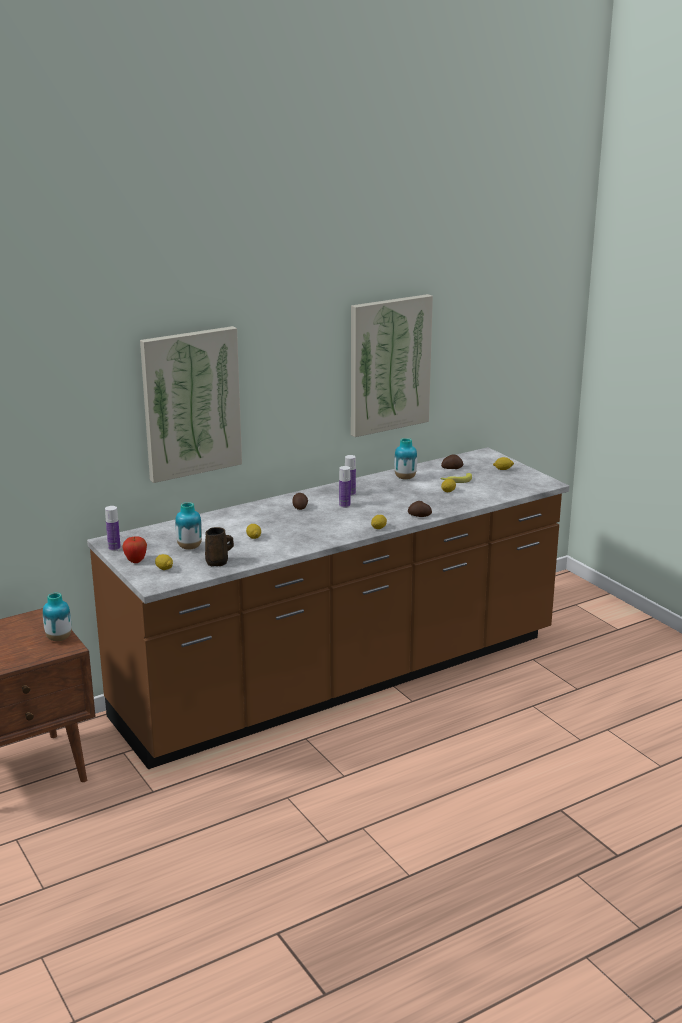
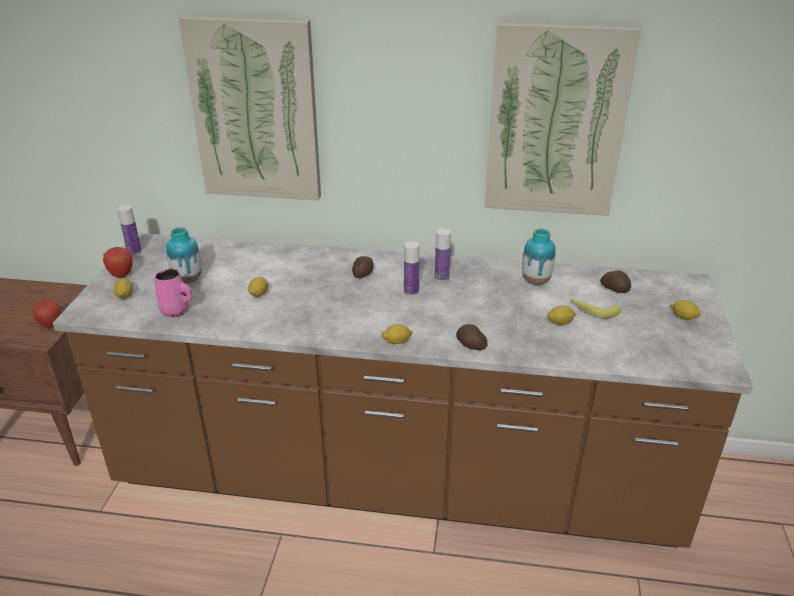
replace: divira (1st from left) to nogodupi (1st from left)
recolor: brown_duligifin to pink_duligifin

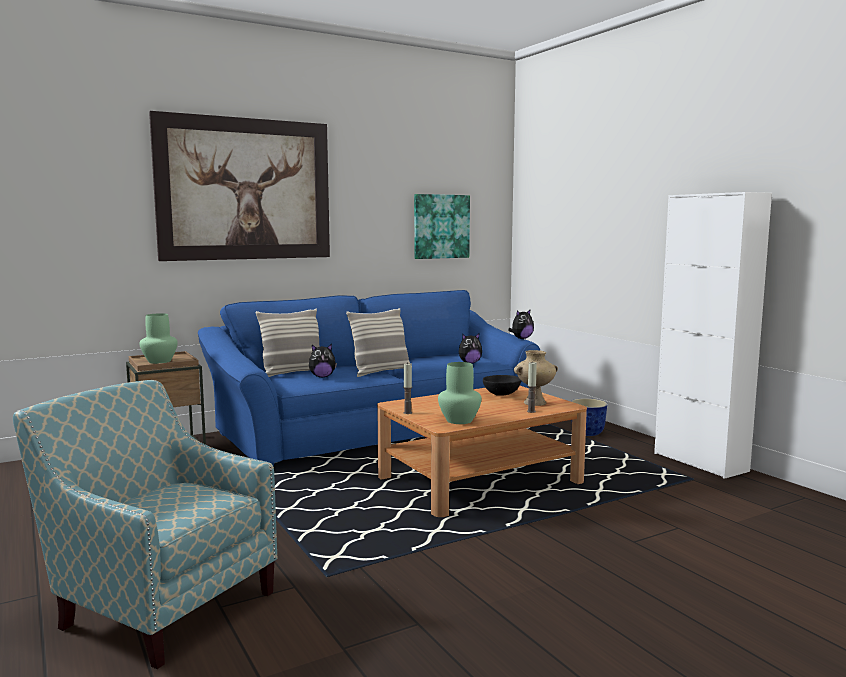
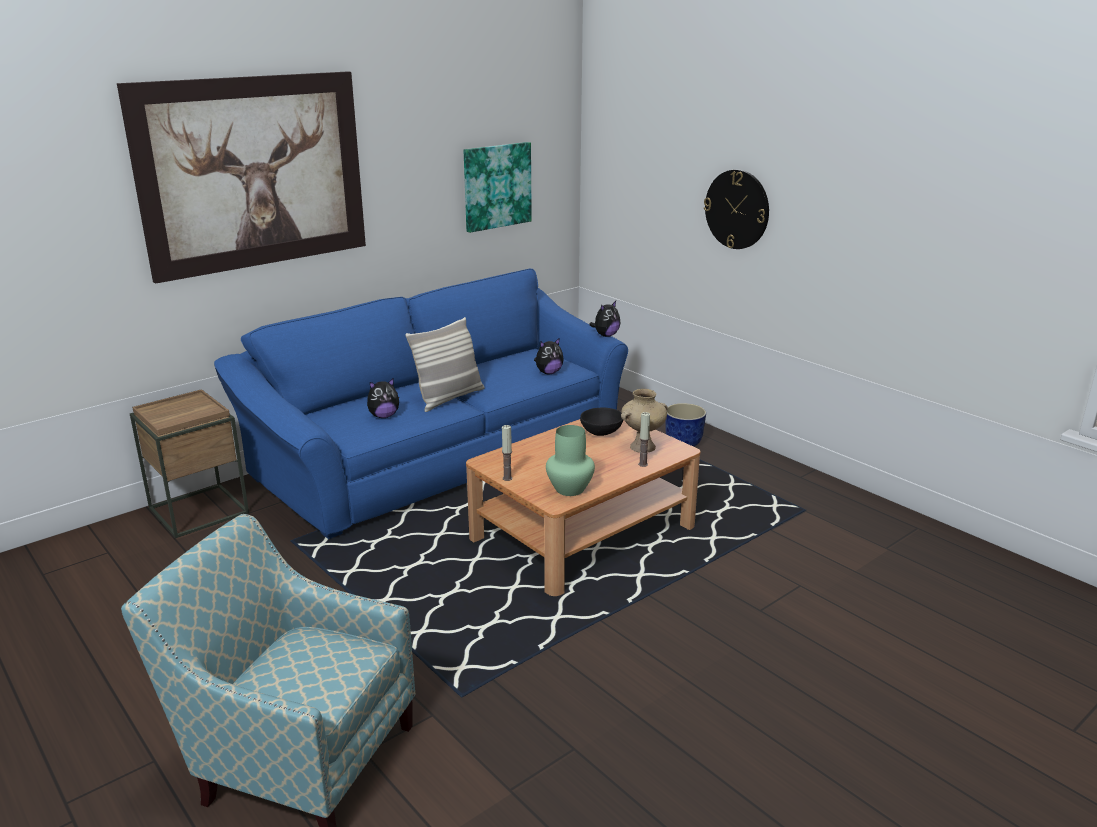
delete: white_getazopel; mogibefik (1st from left); green_divira (1st from left)
insert: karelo

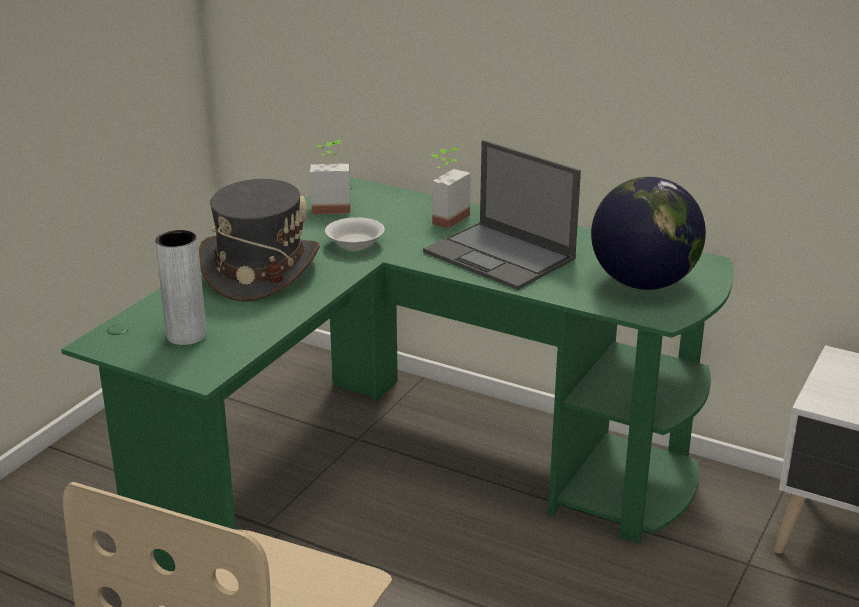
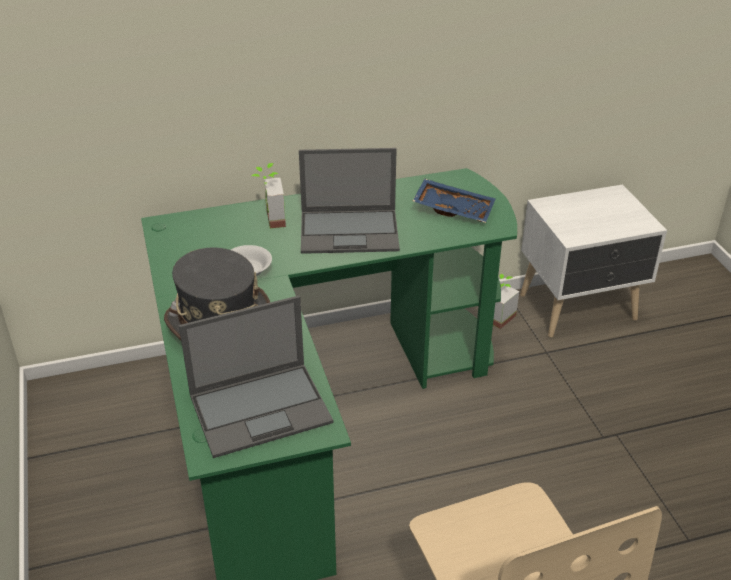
move: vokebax (1st from left in the first image) to vokebax (2nd from left)
replace: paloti to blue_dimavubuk; grey_divira to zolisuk (1st from left)

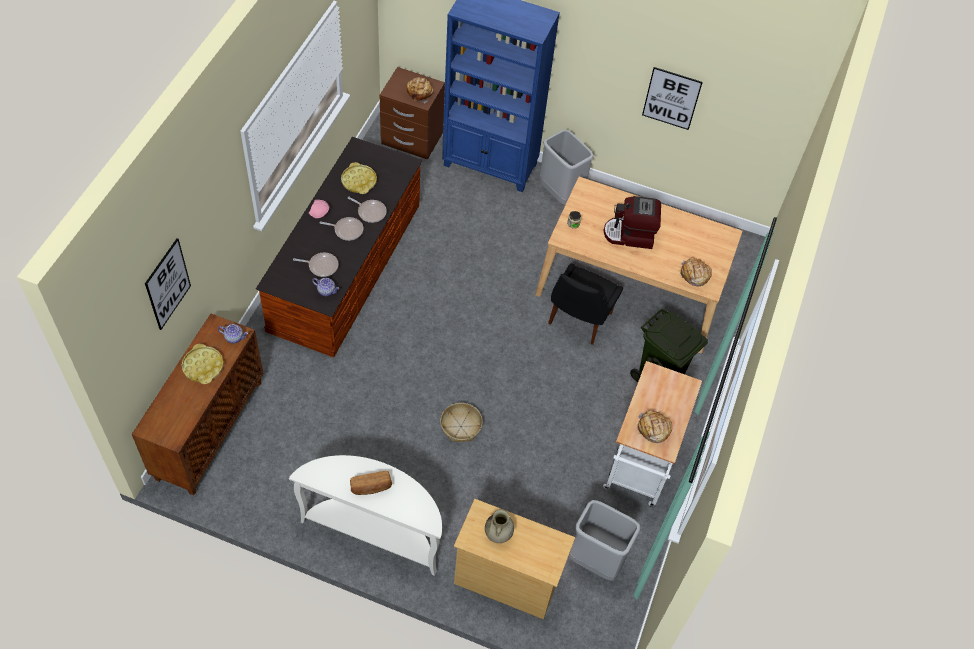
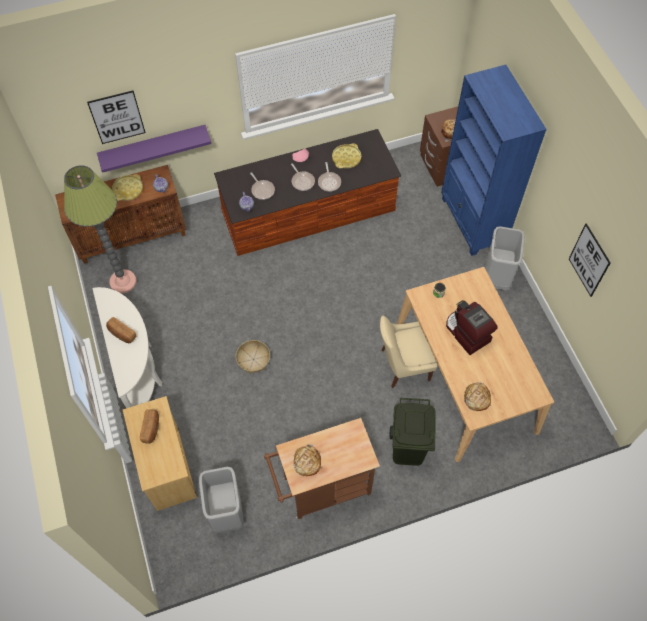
insert: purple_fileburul; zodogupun
replace: beige_divira to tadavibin (2nd from left)
recolor: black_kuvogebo to beige_kuvogebo; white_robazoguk to brown_robazoguk

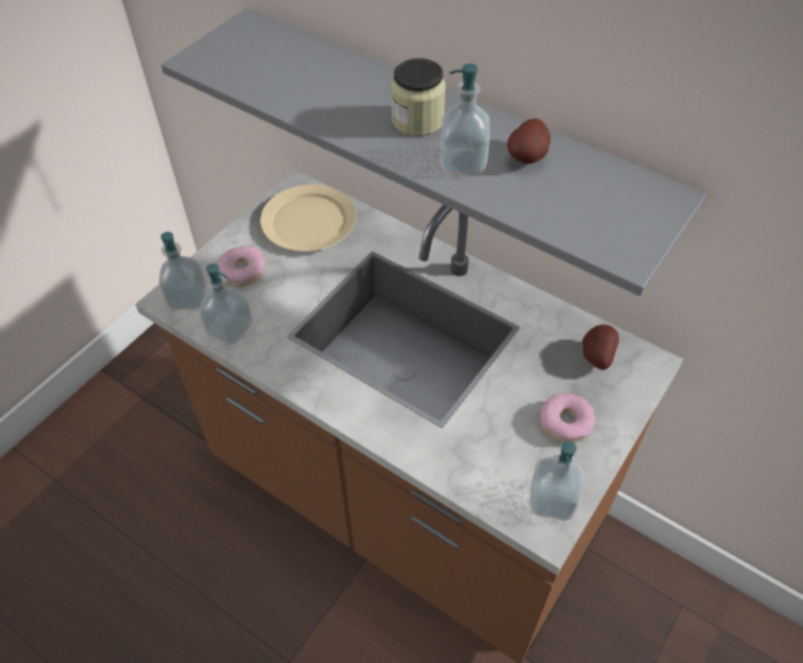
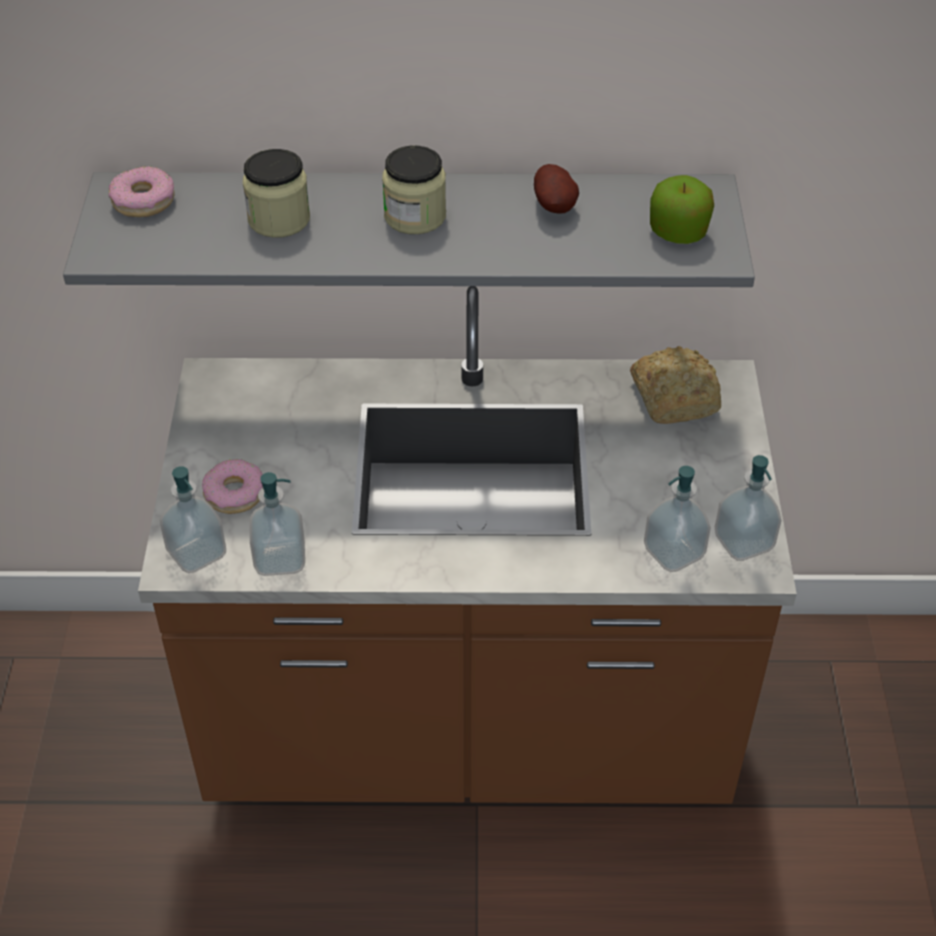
delete: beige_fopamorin
insert: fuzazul (1st from left); nogodupi
move: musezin (3rd from left); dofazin (2nd from left in the first image) to dofazin (1st from left)
replace: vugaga (2nd from left) to tadavibin

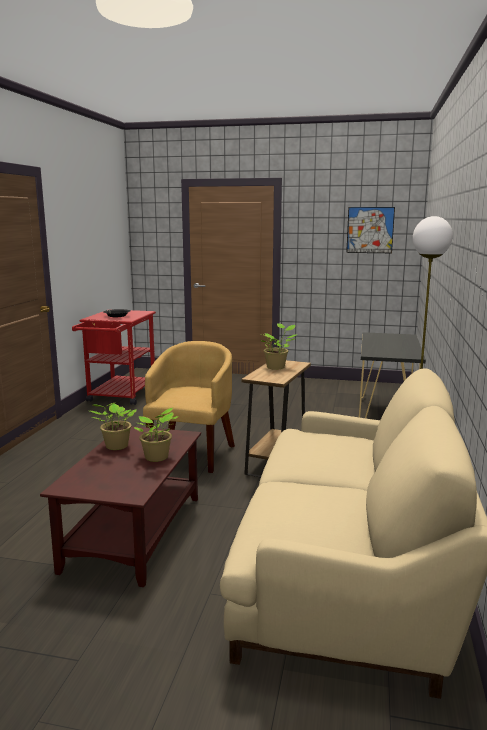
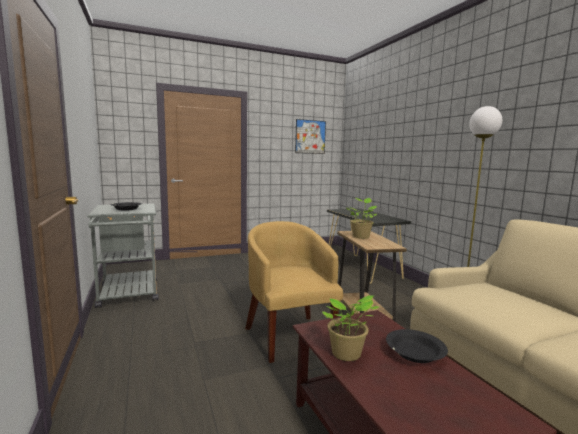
replace: vokebax (2nd from left) to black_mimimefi (2nd from left)
recolor: red_robazoguk to grey_robazoguk

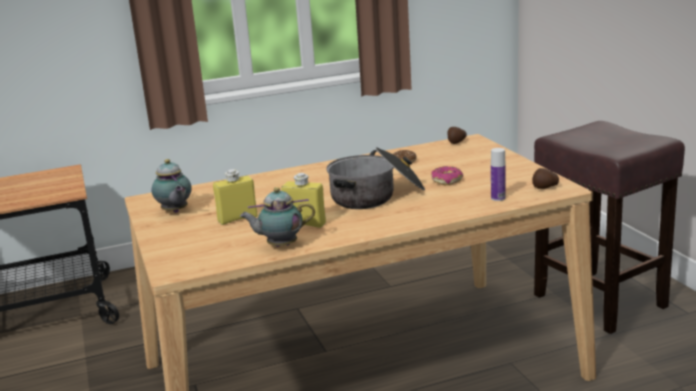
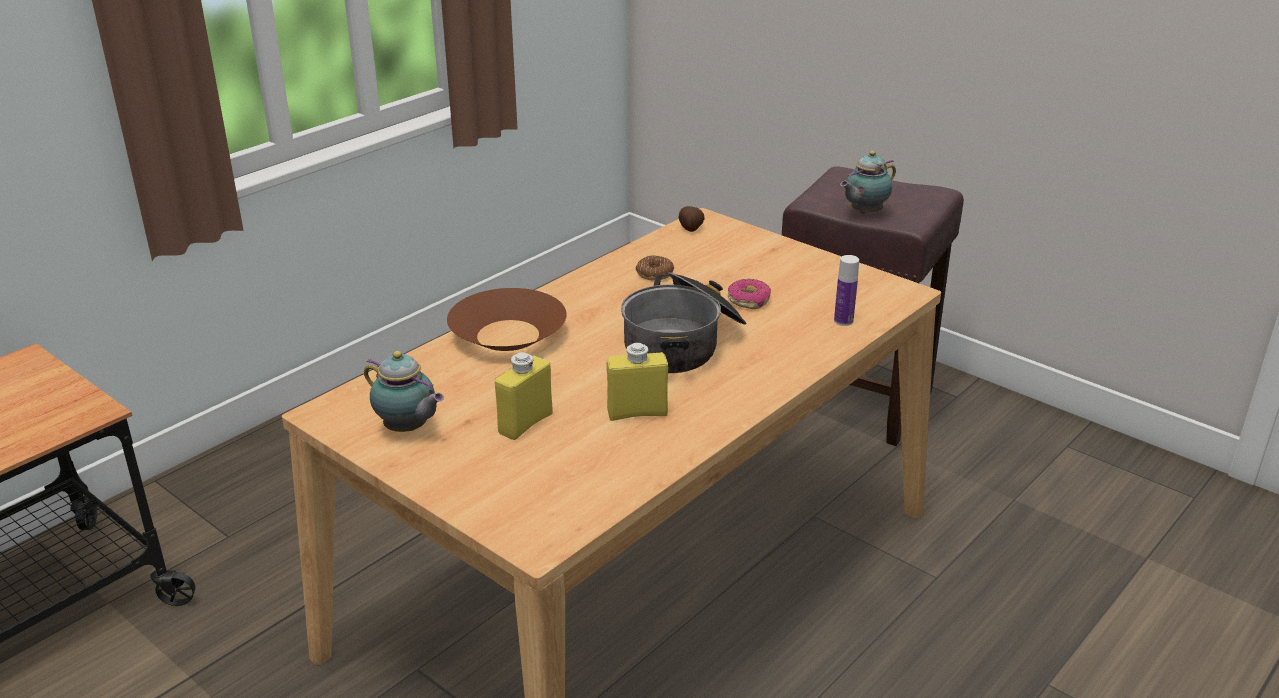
delete: vugaga (2nd from left)
insert: brown_mimimefi
move: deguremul (2nd from left)

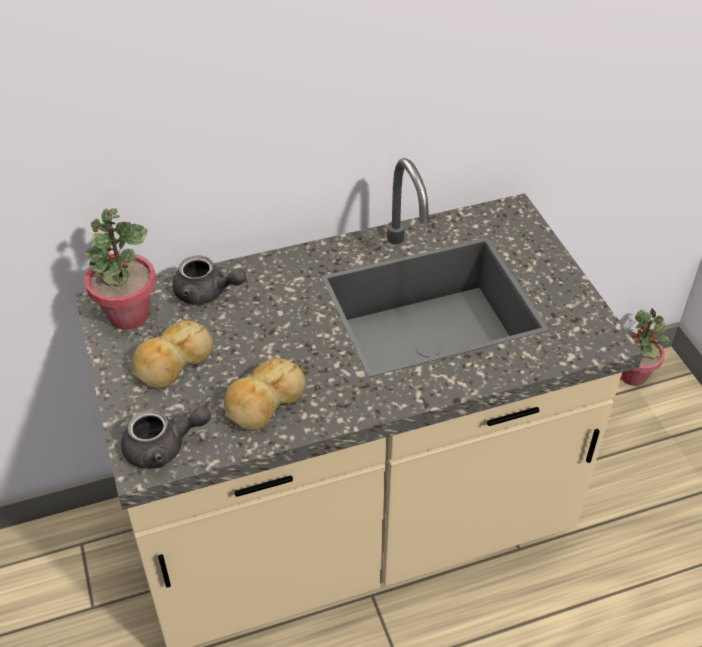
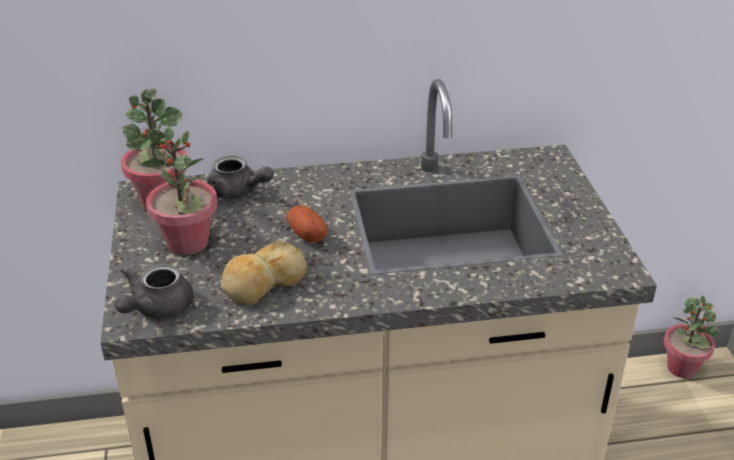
insert: vugaga
replace: tadavibin (1st from left) to vokebax (2nd from left)
rotate: grey_deguremul (1st from left) 120 degrees clockwise

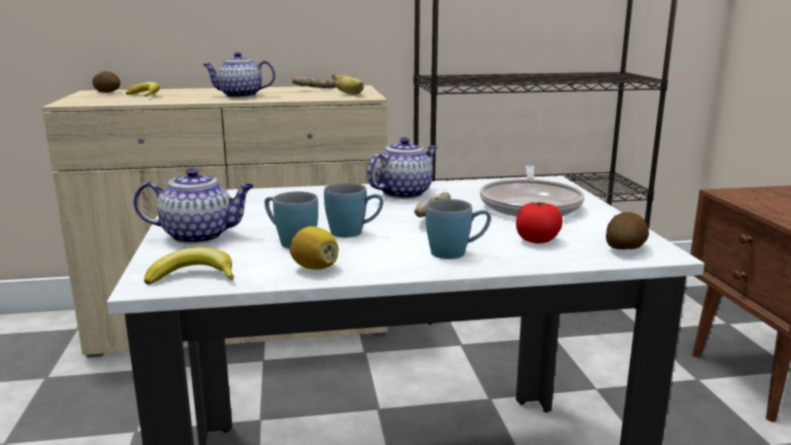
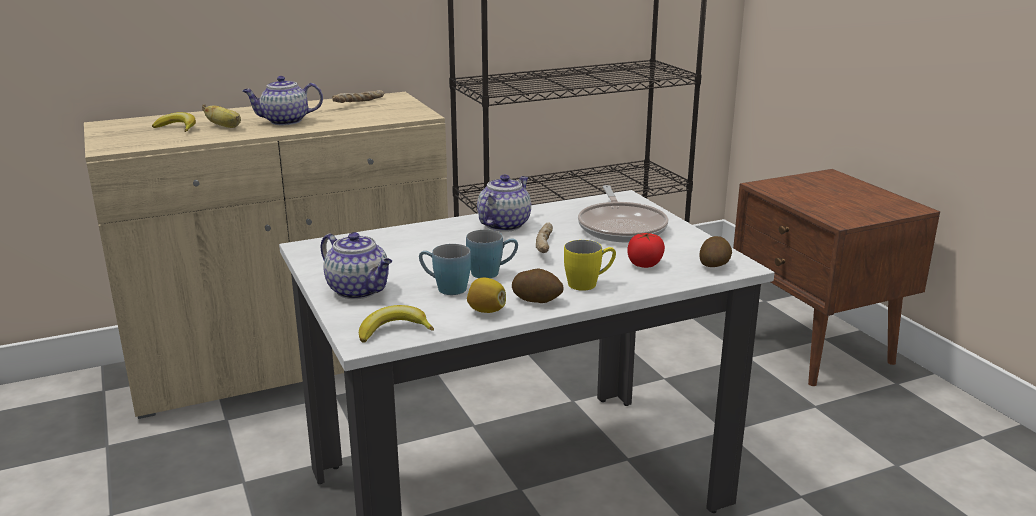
move: vugaga (1st from left); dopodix (3rd from left in the first image) to dopodix (2nd from left)
recolor: blue_duligifin (3rd from left) to yellow_duligifin
rotate: deguremul (1st from left in the first image) 60 degrees clockwise

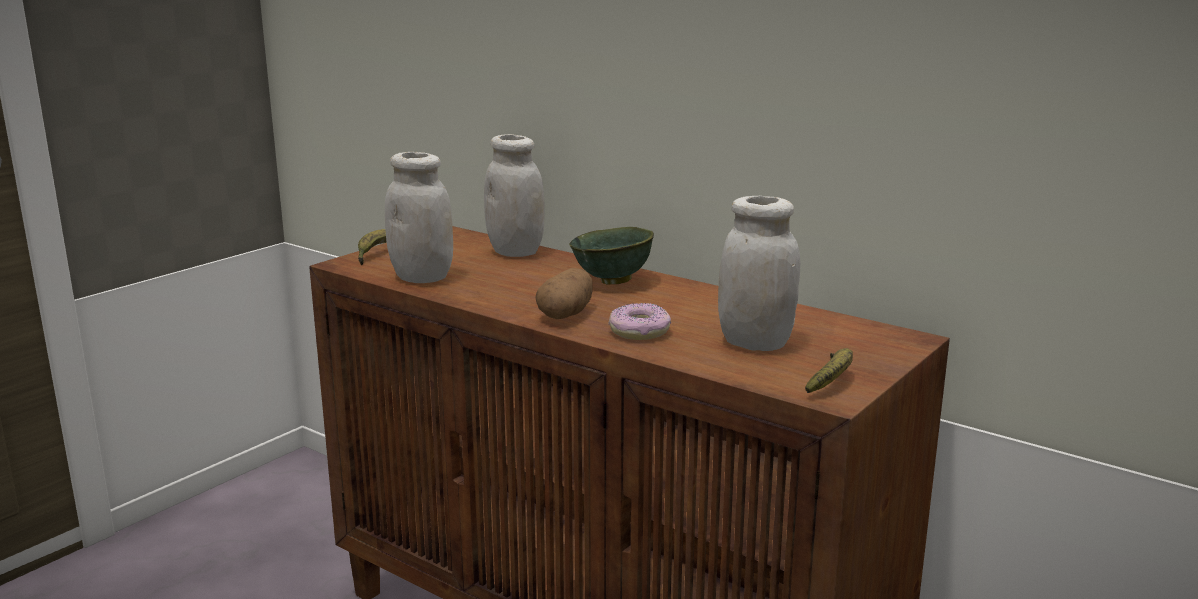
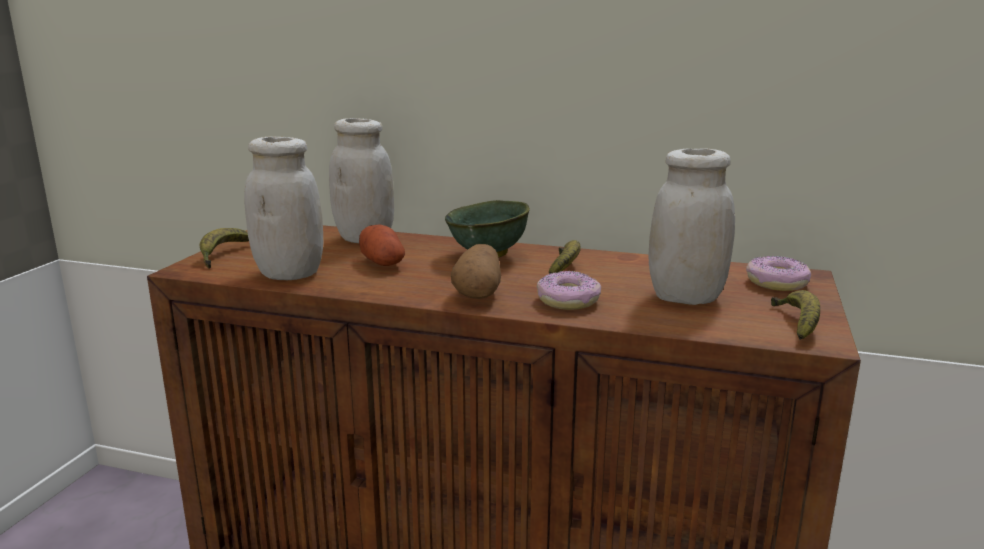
insert: vugaga (1st from left); dopodix (2nd from left); dofazin (2nd from left)

